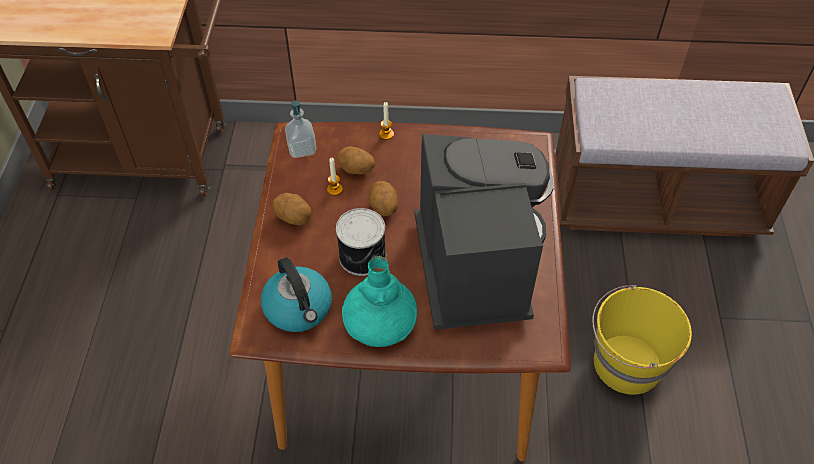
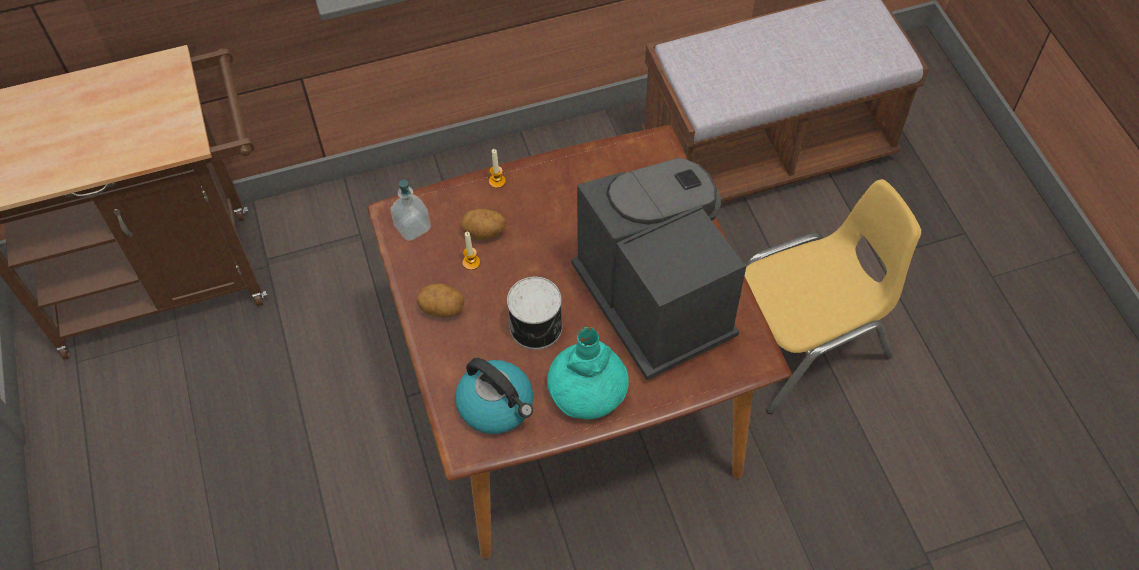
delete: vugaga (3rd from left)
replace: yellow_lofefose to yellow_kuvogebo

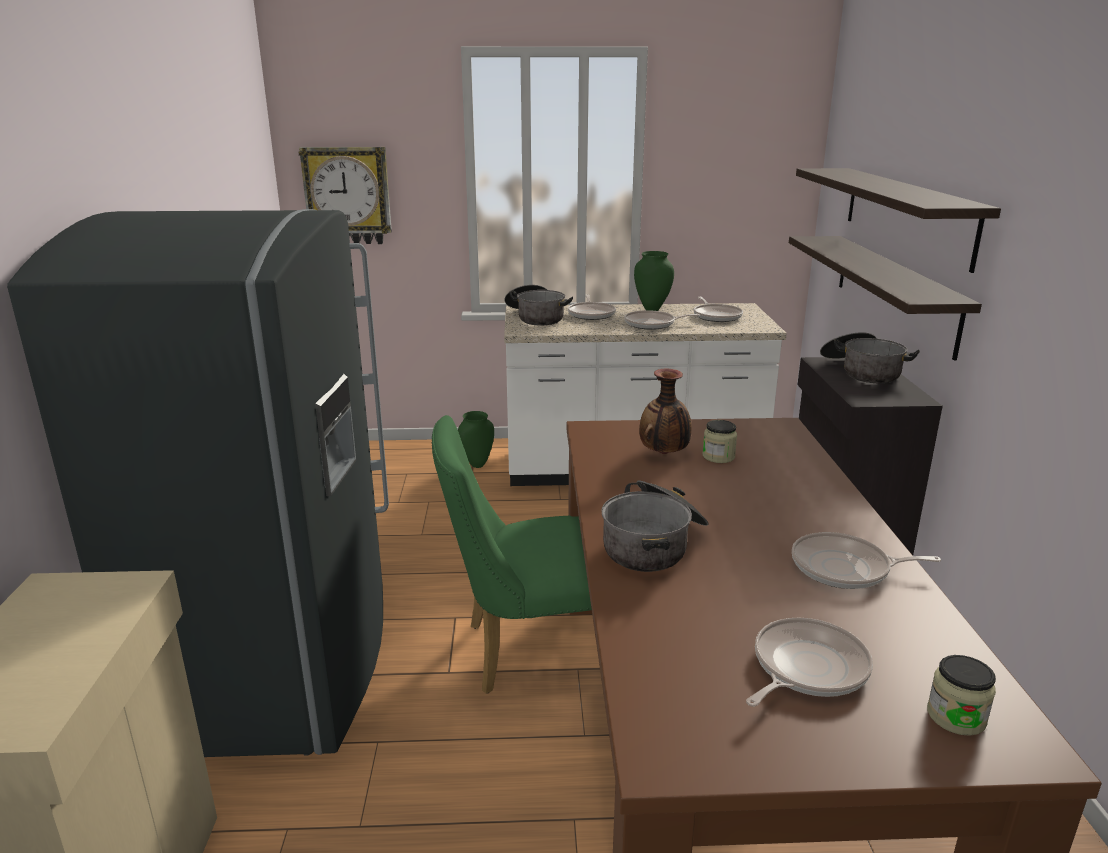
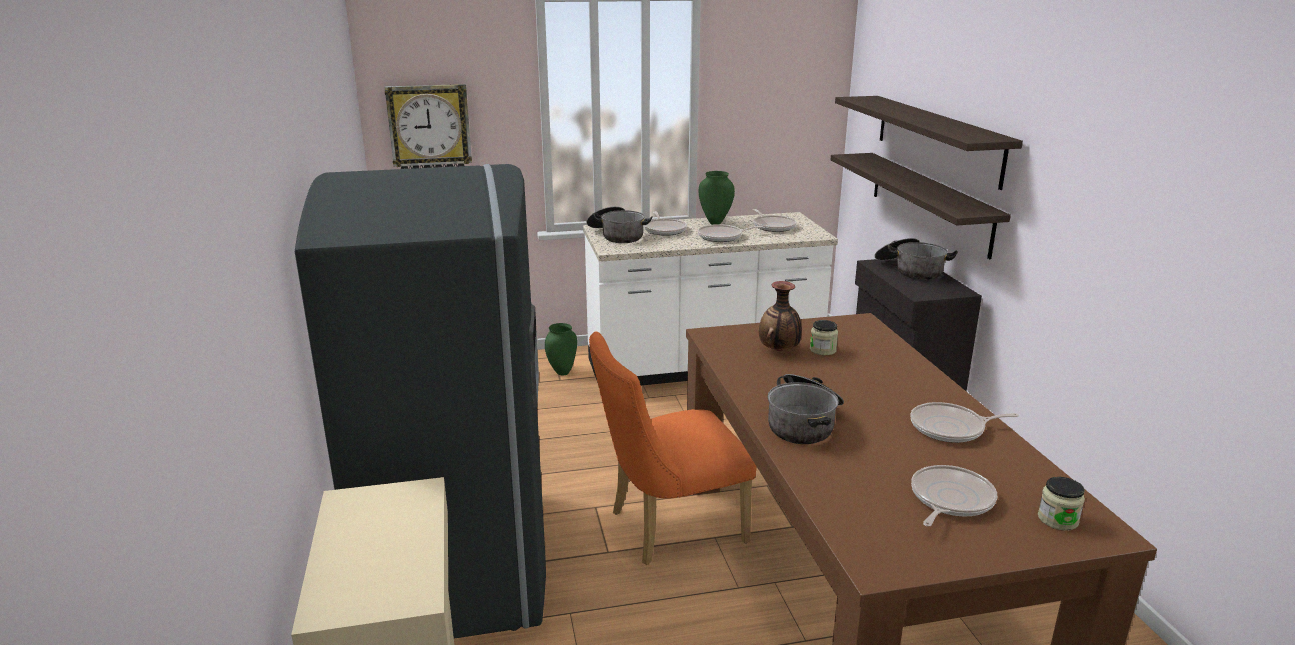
recolor: green_kuvogebo to orange_kuvogebo

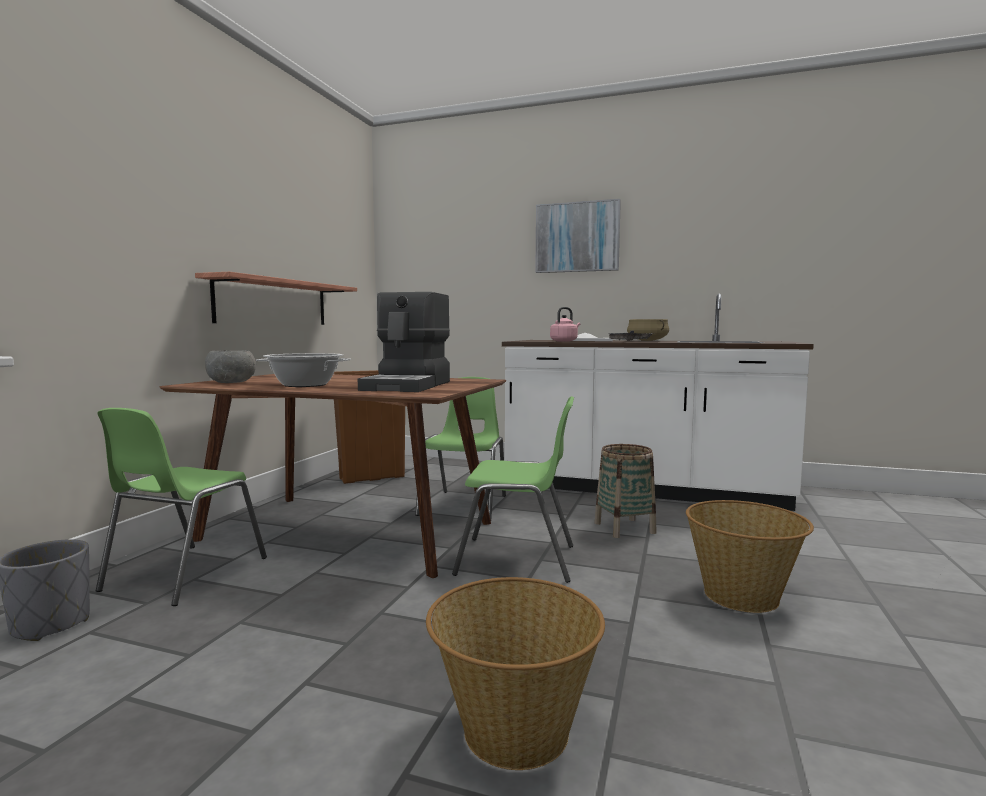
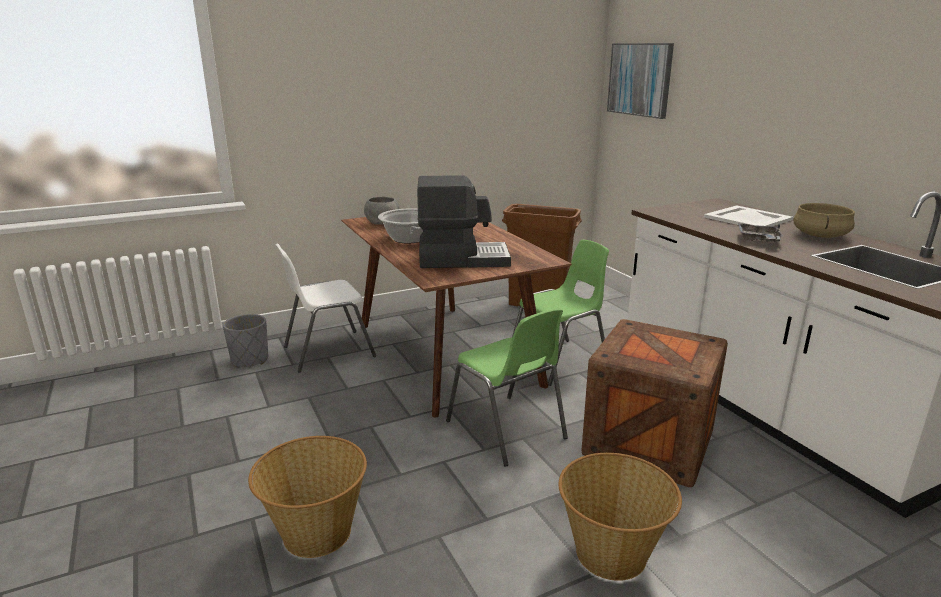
delete: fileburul; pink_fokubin
move: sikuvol
replace: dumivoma (2nd from left) to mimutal
recolor: green_kuvogebo (1st from left) to white_kuvogebo
rotate: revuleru 150 degrees counterclockwise

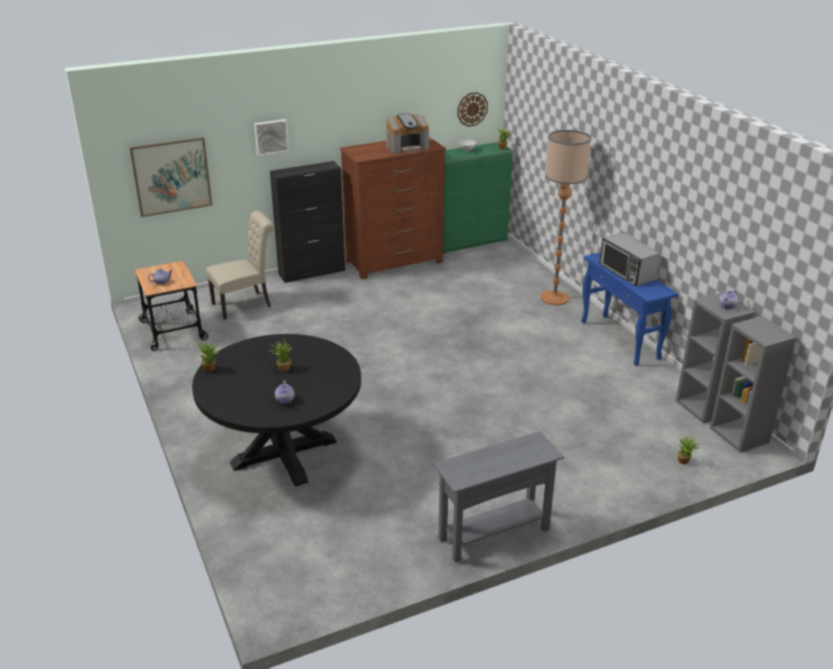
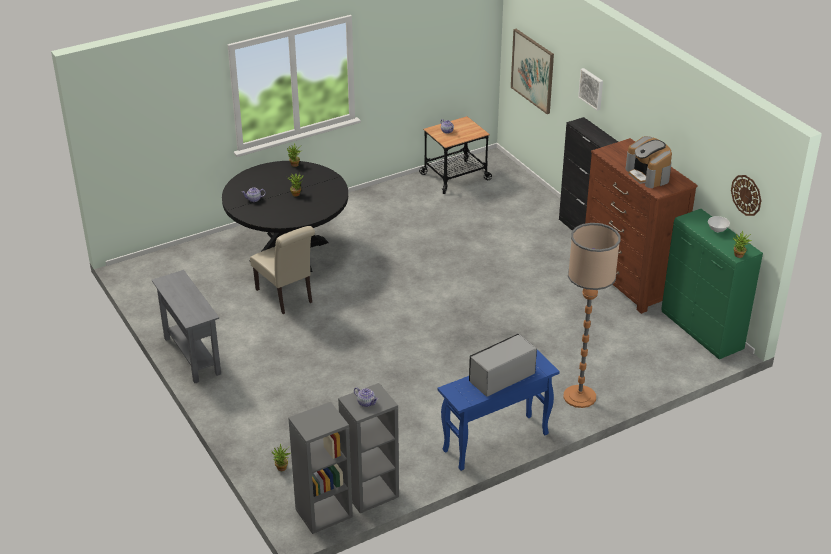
move: beige_kuvogebo

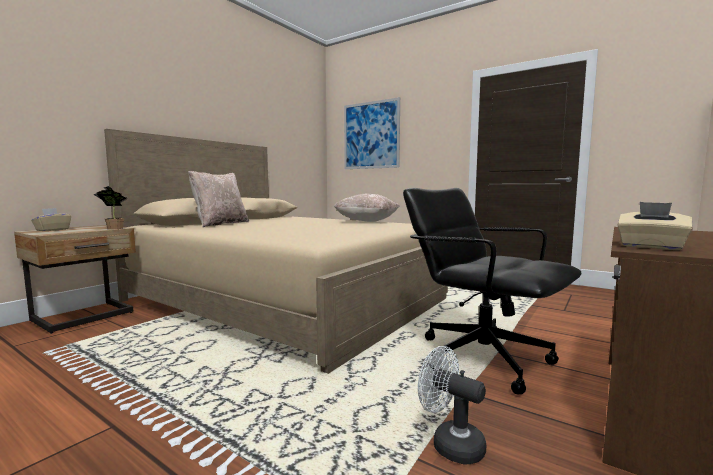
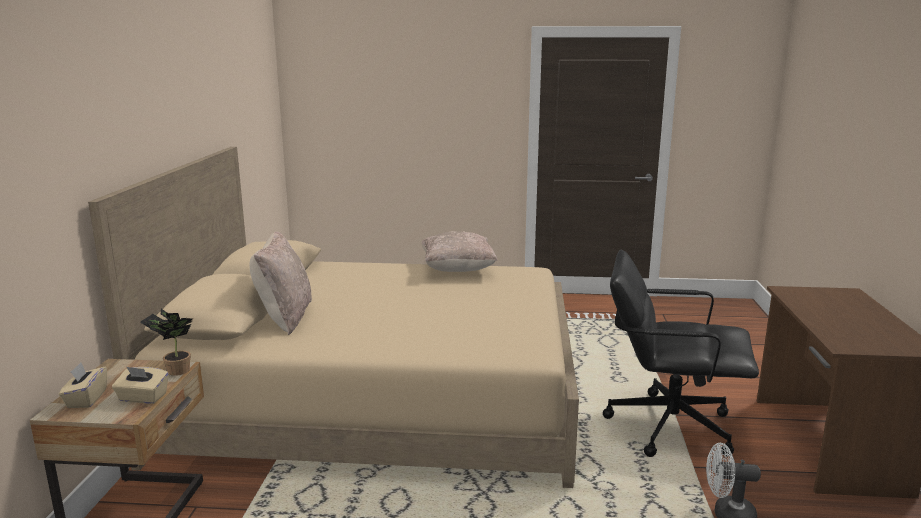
delete: sikuvol
move: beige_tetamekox (2nd from left)

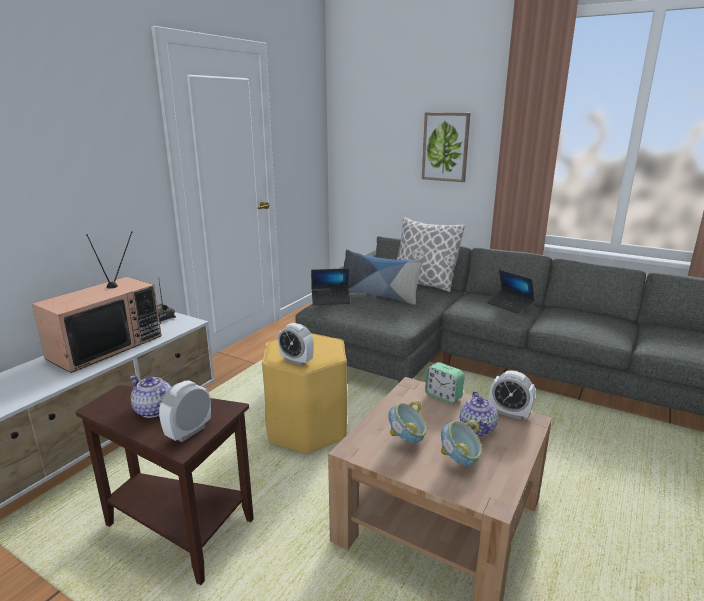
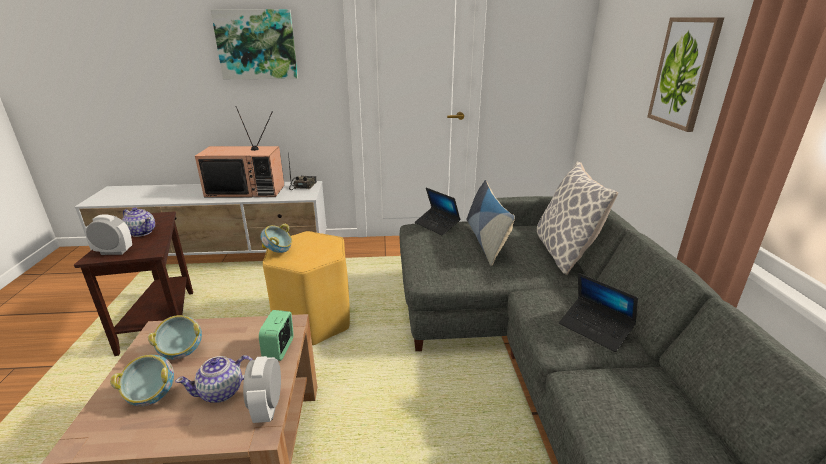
insert: sikuvol (1st from left)
replace: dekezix (2nd from left) to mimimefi (3rd from left)
rotate: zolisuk (2nd from left) 60 degrees counterclockwise; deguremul (1st from left) 120 degrees clockwise

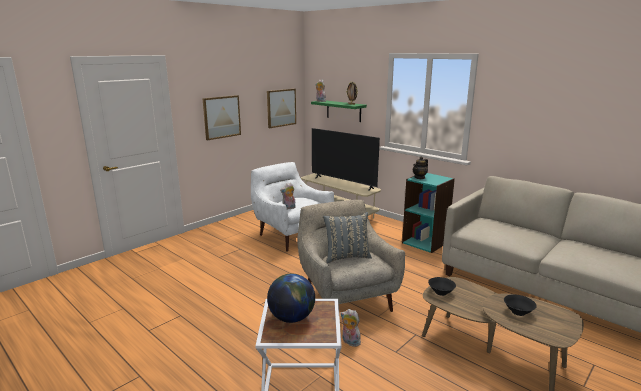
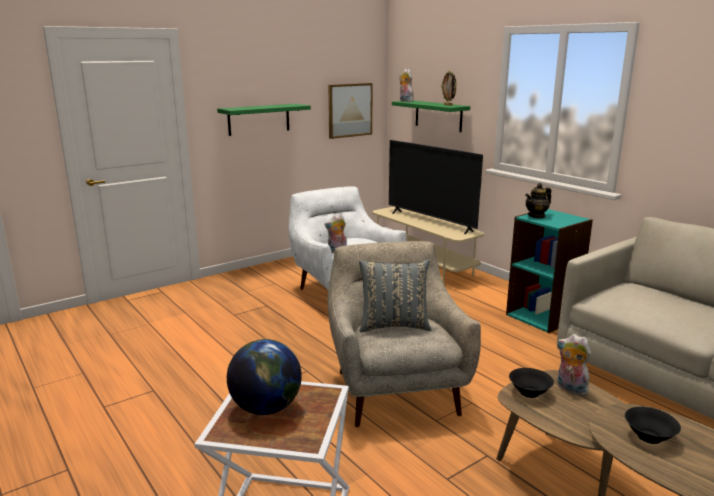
move: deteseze (3rd from left)
replace: sikuvol (1st from left) to green_fileburul (1st from left)

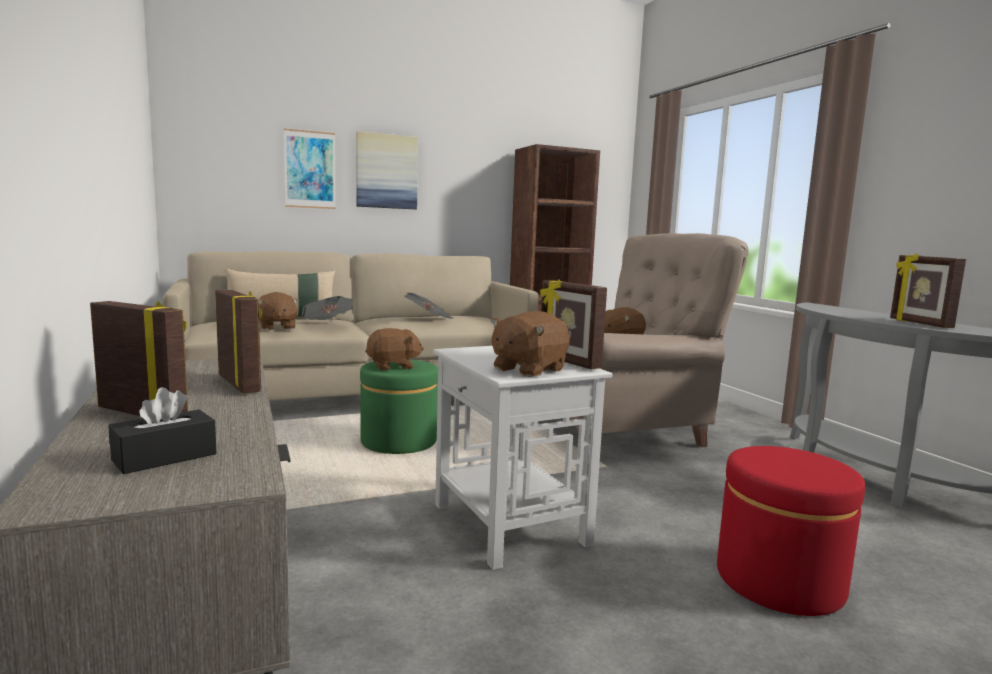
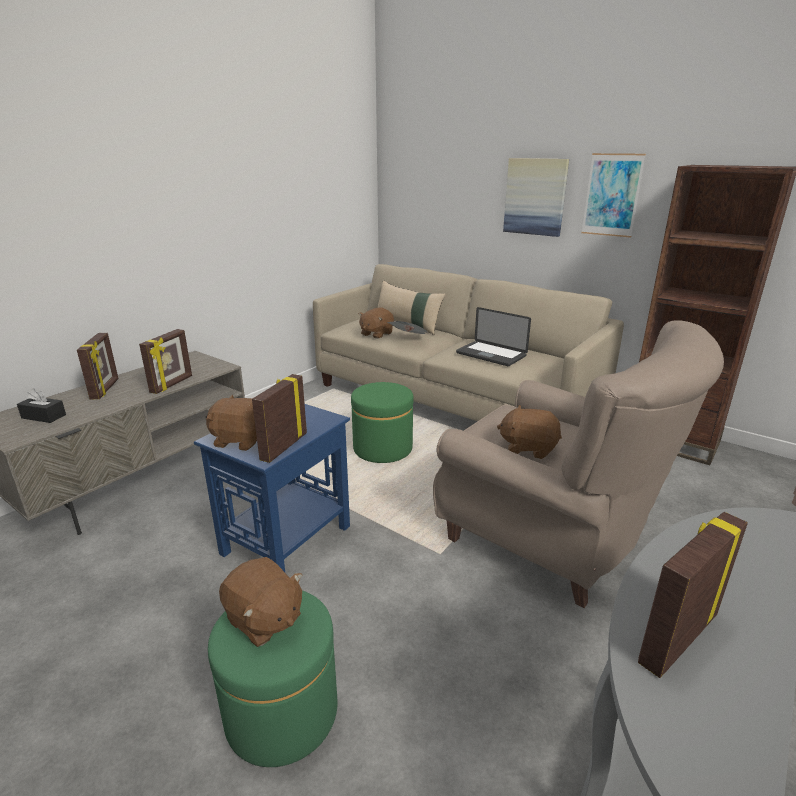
move: sikuvol (1st from left in the first image) to sikuvol (2nd from left); brown_deteseze (2nd from left)
replace: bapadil (2nd from left) to zolisuk
recolor: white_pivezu to blue_pivezu; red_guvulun to green_guvulun (1st from left)

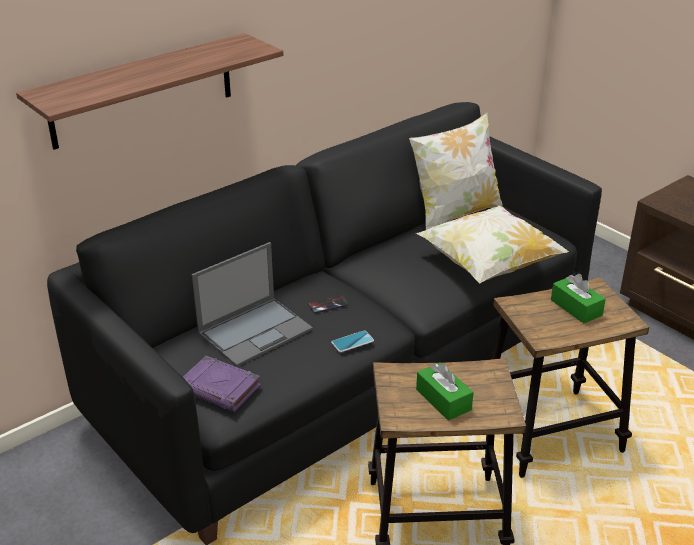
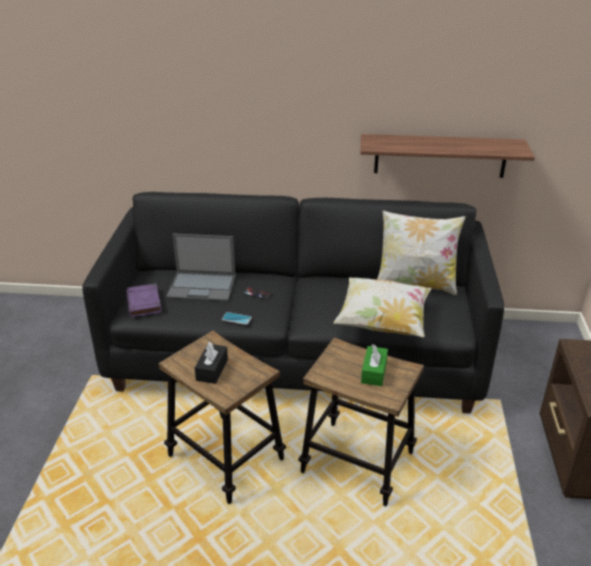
move: fileburul
recolor: green_tetamekox (1st from left) to black_tetamekox

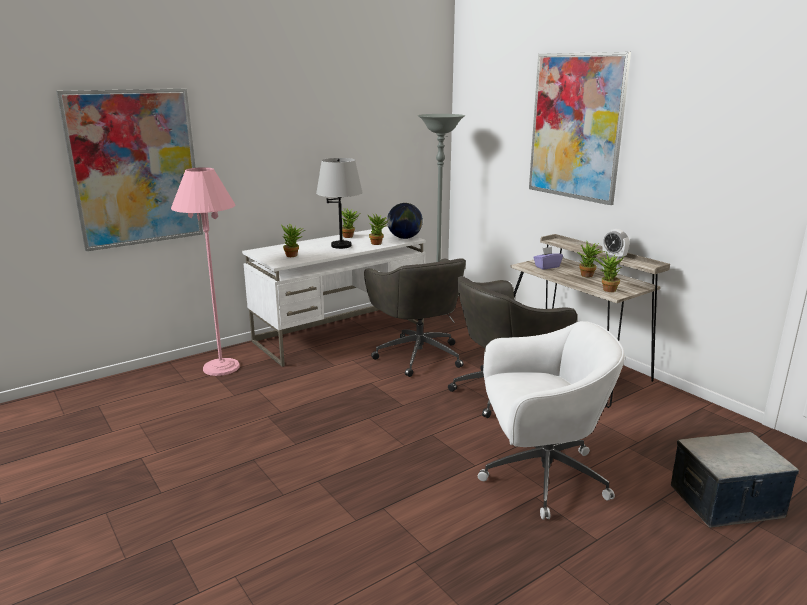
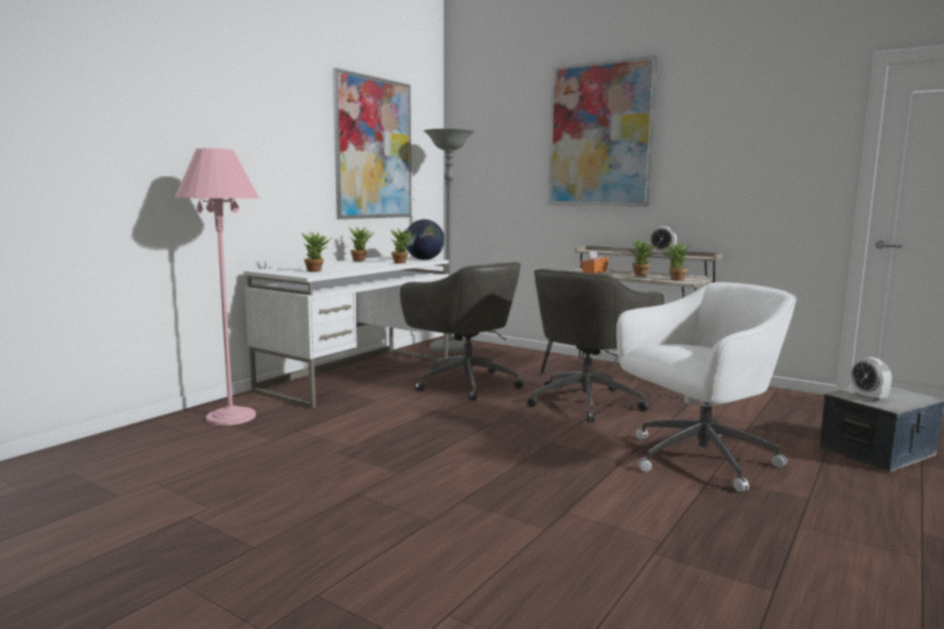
delete: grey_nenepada
insert: dekezix (2nd from left)
move: sikuvol (1st from left)
recolor: purple_tetamekox to orange_tetamekox

